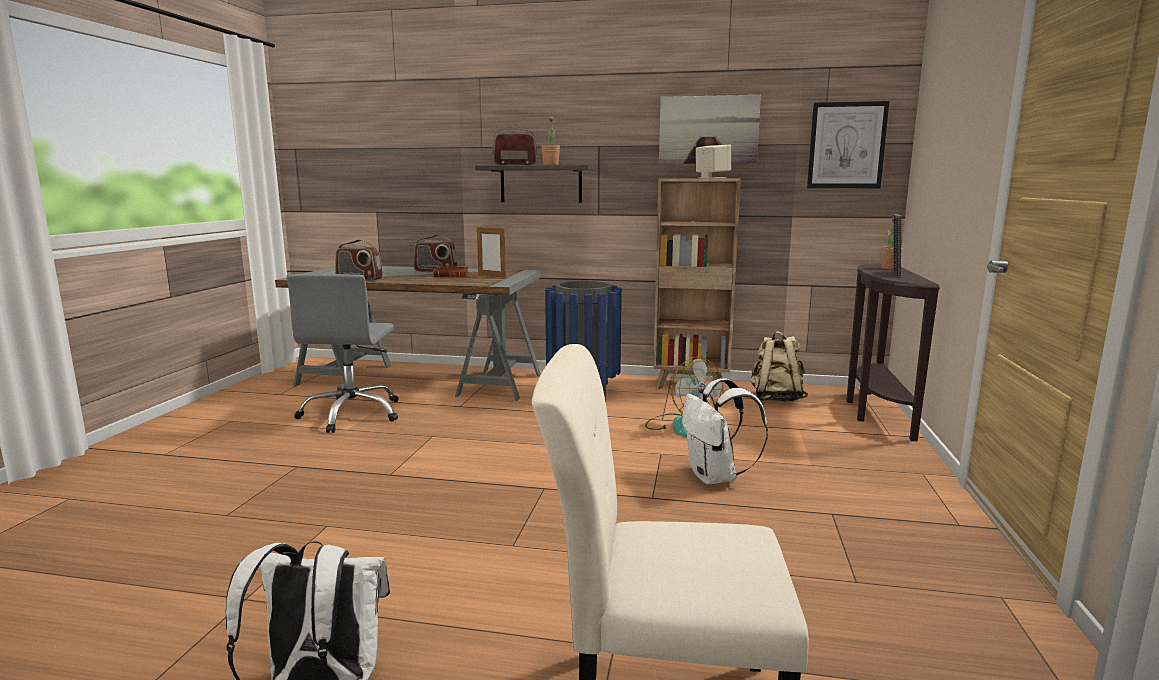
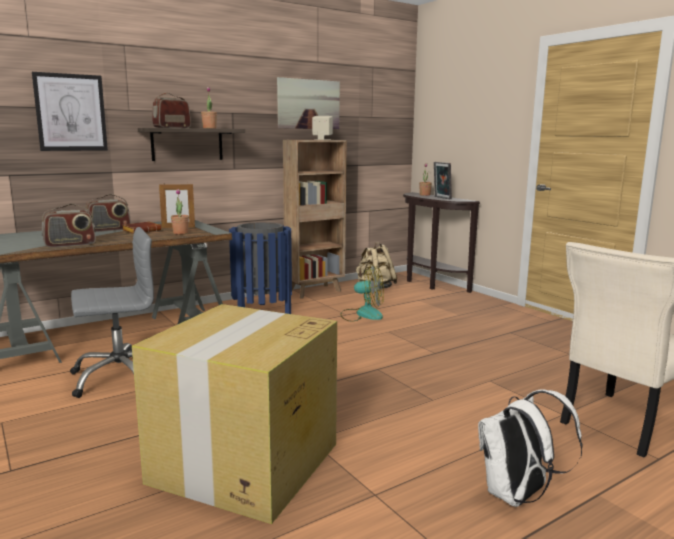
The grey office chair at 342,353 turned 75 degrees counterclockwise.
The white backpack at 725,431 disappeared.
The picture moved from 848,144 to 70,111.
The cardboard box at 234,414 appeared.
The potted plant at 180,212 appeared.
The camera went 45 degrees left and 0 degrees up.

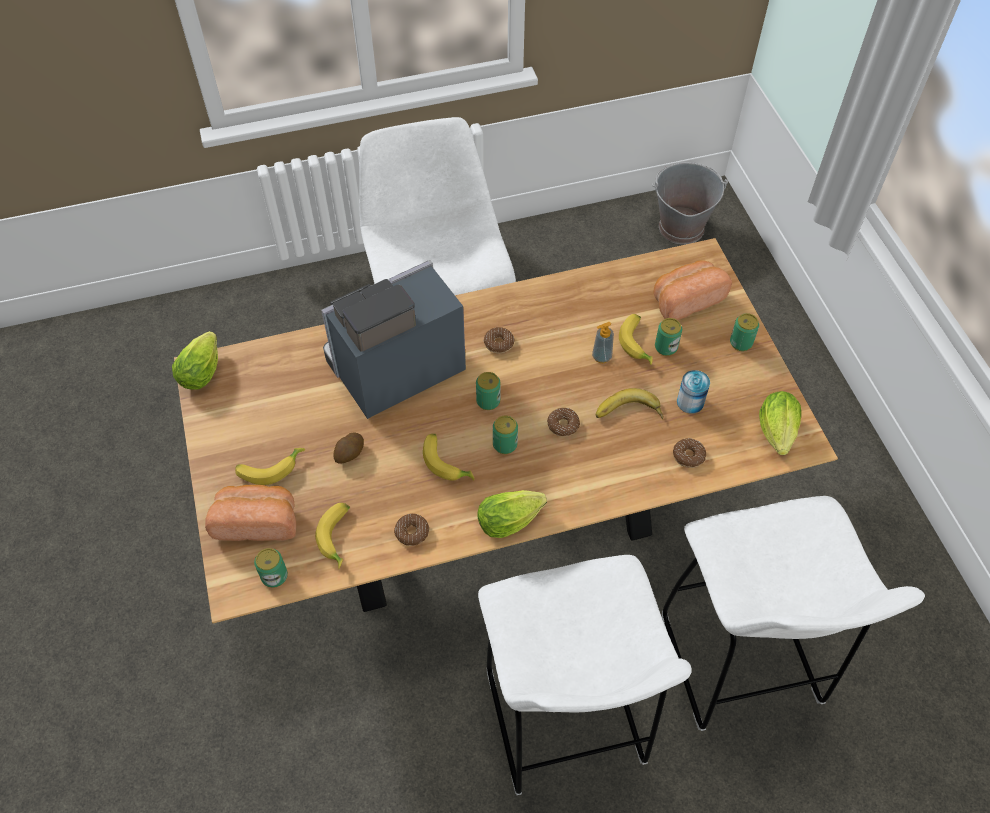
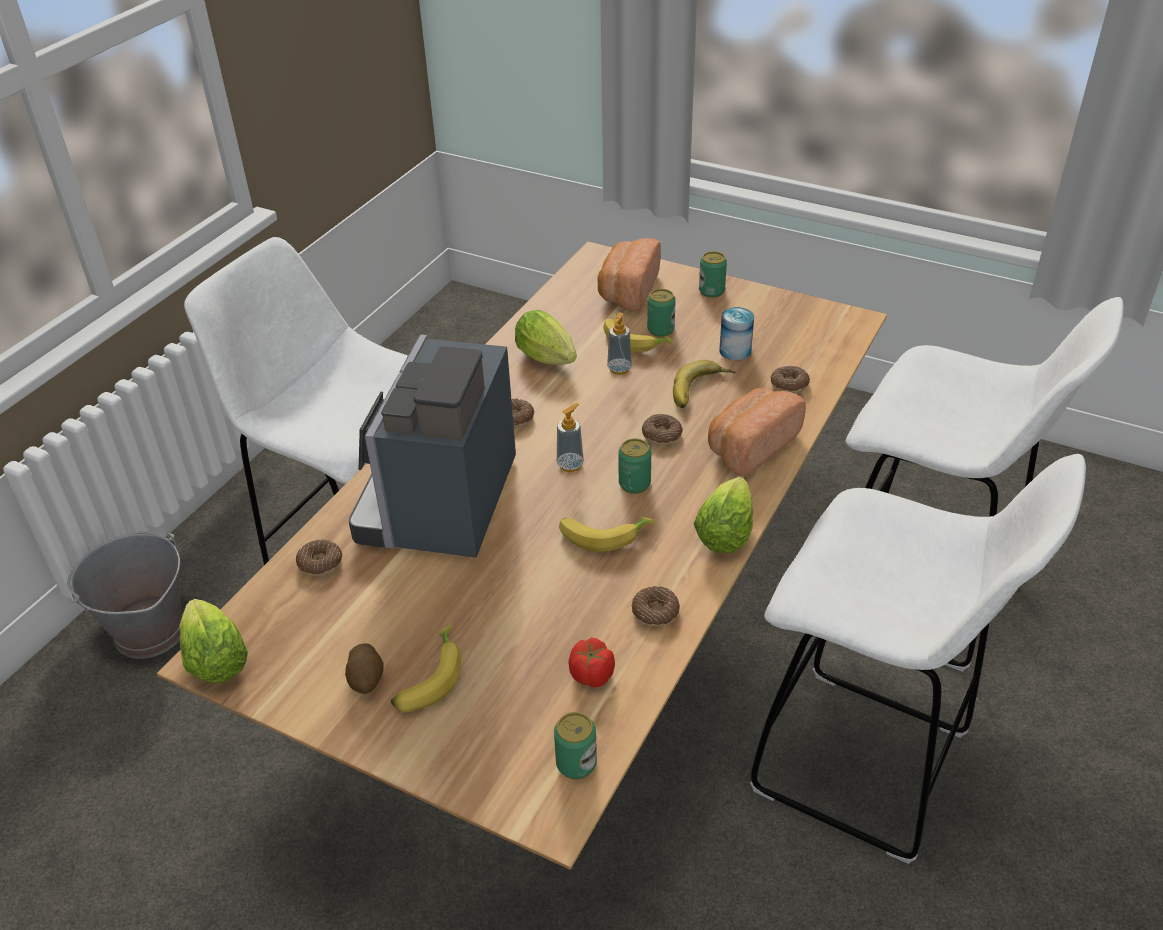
The bread moved from 250,513 to 757,432.
The banana at 332,536 was replaced by the tomato at 592,662.
The potato moved from 349,447 to 364,668.
The can at 488,391 was replaced by the soap dispenser at 570,437.
The grey bucket moved from 690,203 to 125,595.
The lettuce moved from 780,423 to 546,337.
The donut at 319,558 appeared.
The camera went 45 degrees left and 15 degrees down.

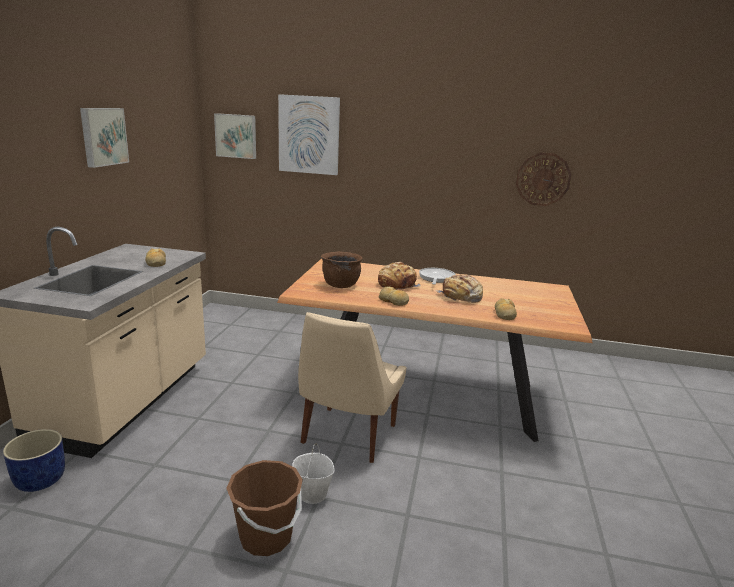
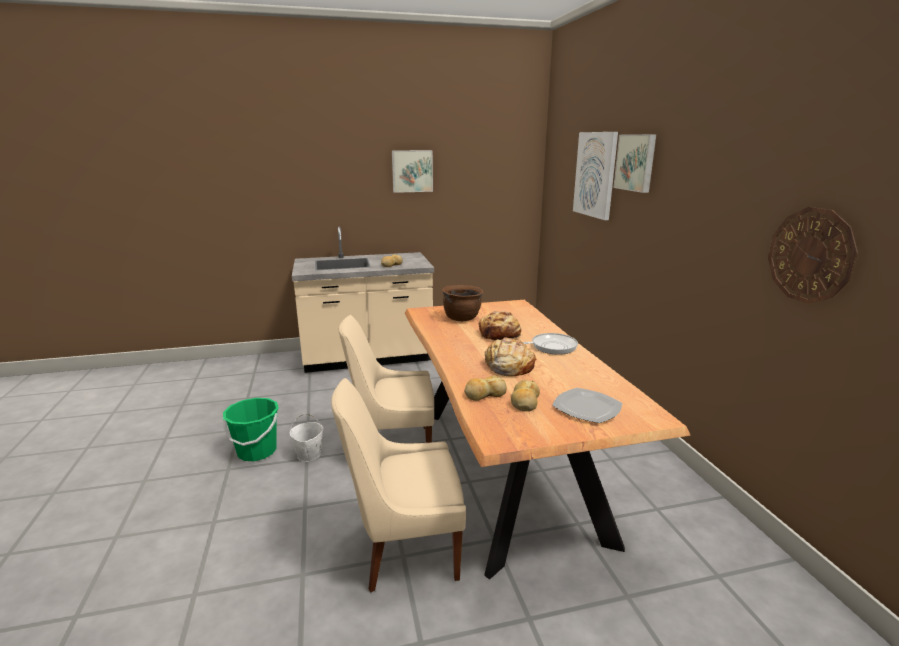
The blue planter at 34,460 disappeared.
The picture moved from 235,136 to 634,163.
The brown bucket at 264,508 became the green bucket at 251,429.
The bread moved from 393,296 to 525,395.
The beige chair at 398,485 appeared.
The plate at 587,405 appeared.
The camera went 65 degrees right and 0 degrees up.

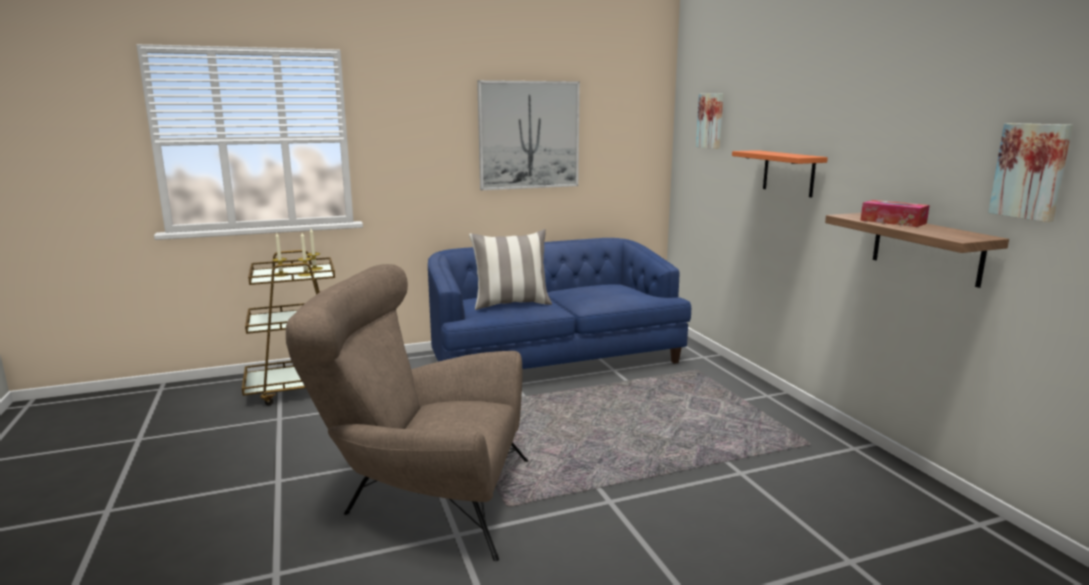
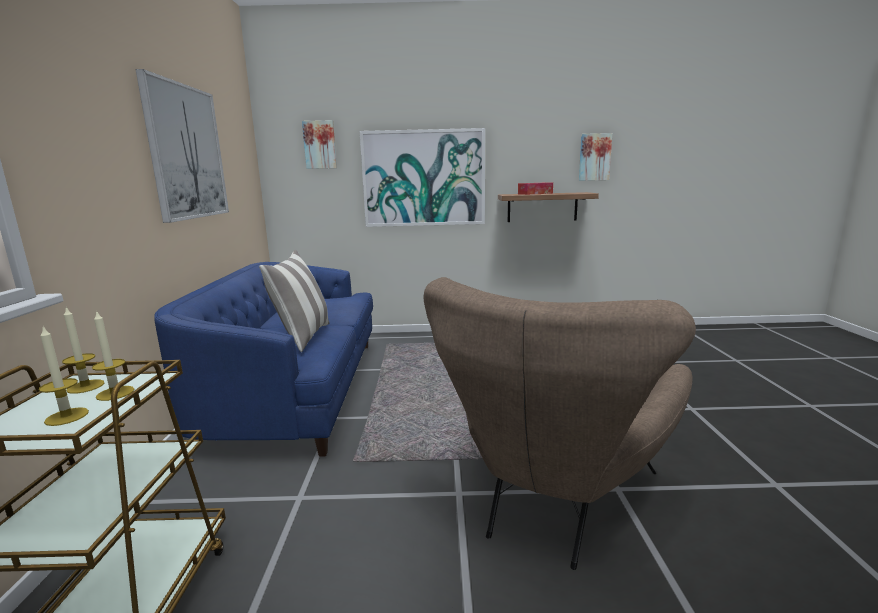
The orange shelf at 780,174 was replaced by the picture at 422,177.
The camera went 70 degrees left and 0 degrees up.

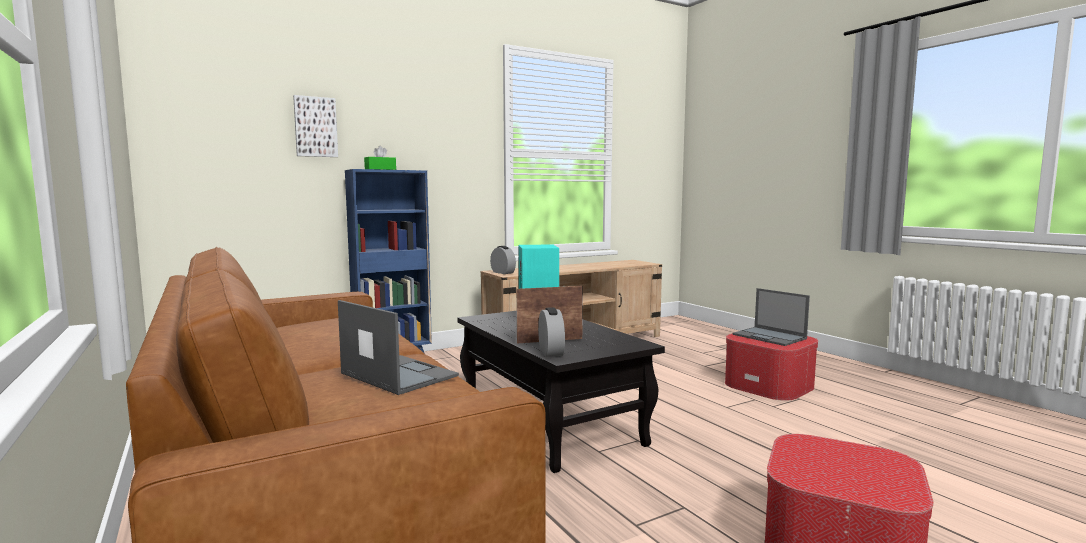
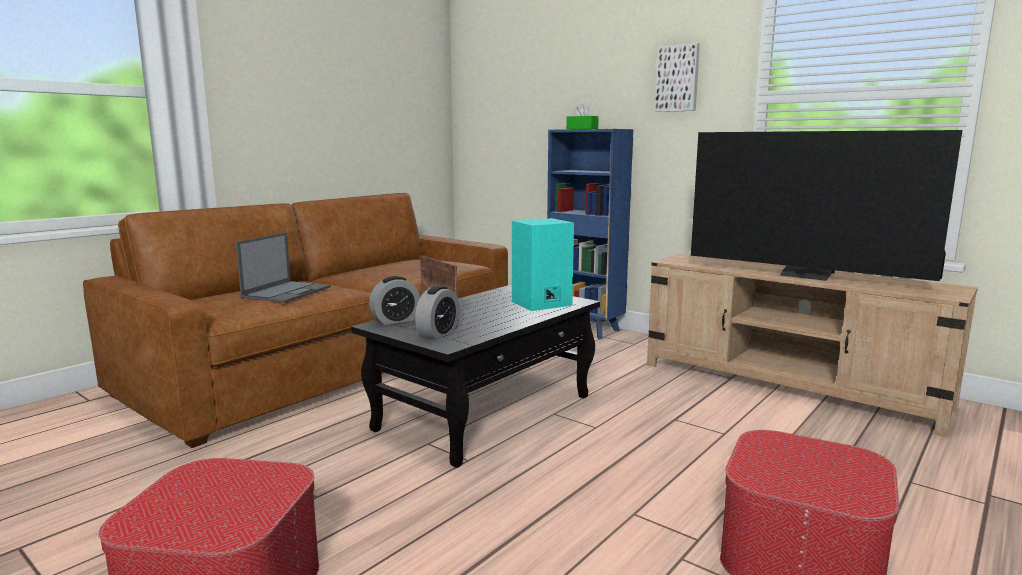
The picture moved from 315,126 to 677,77.
The alarm clock moved from 503,260 to 437,312.
The laptop at 771,317 disappeared.
The television at 826,205 appeared.
The camera went 70 degrees right and 5 degrees up.

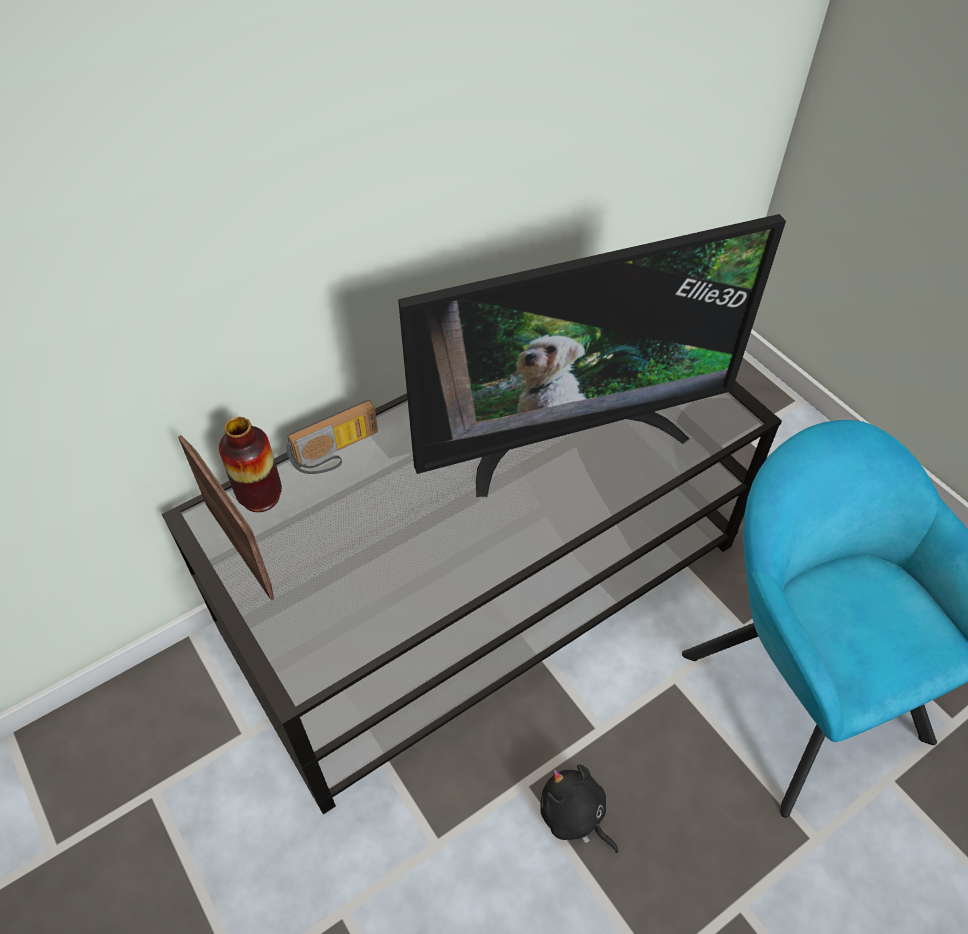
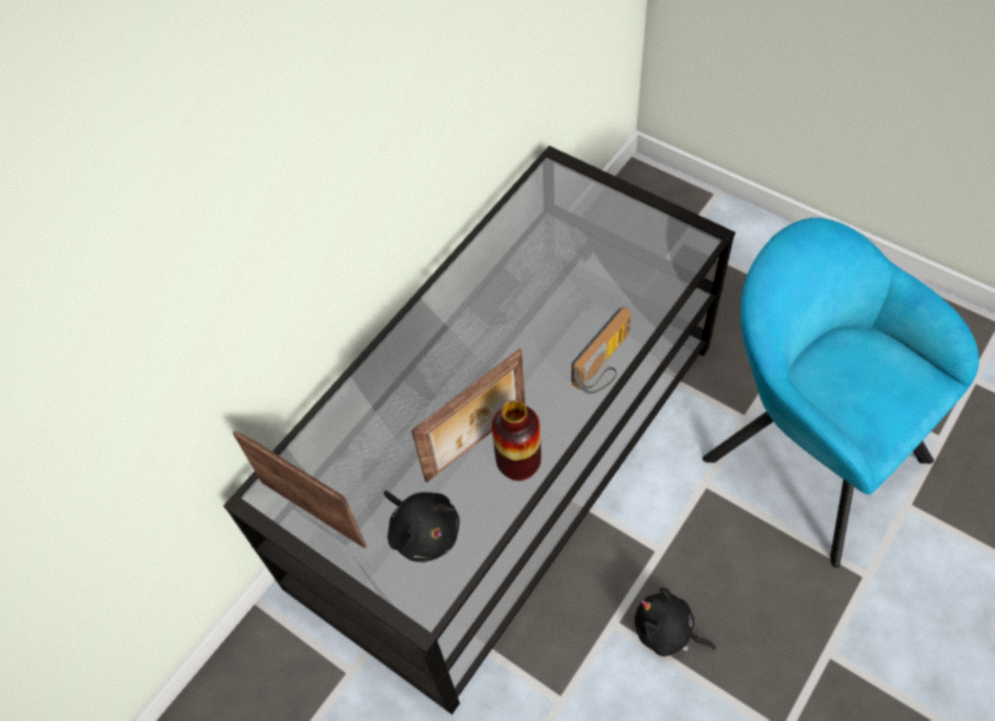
The vase moved from 250,464 to 516,440.
The radio moved from 332,437 to 601,350.
The television at 592,356 disappeared.
The black plush toy at 422,526 appeared.
The picture frame at 468,415 appeared.
The camera went 15 degrees left and 5 degrees up.

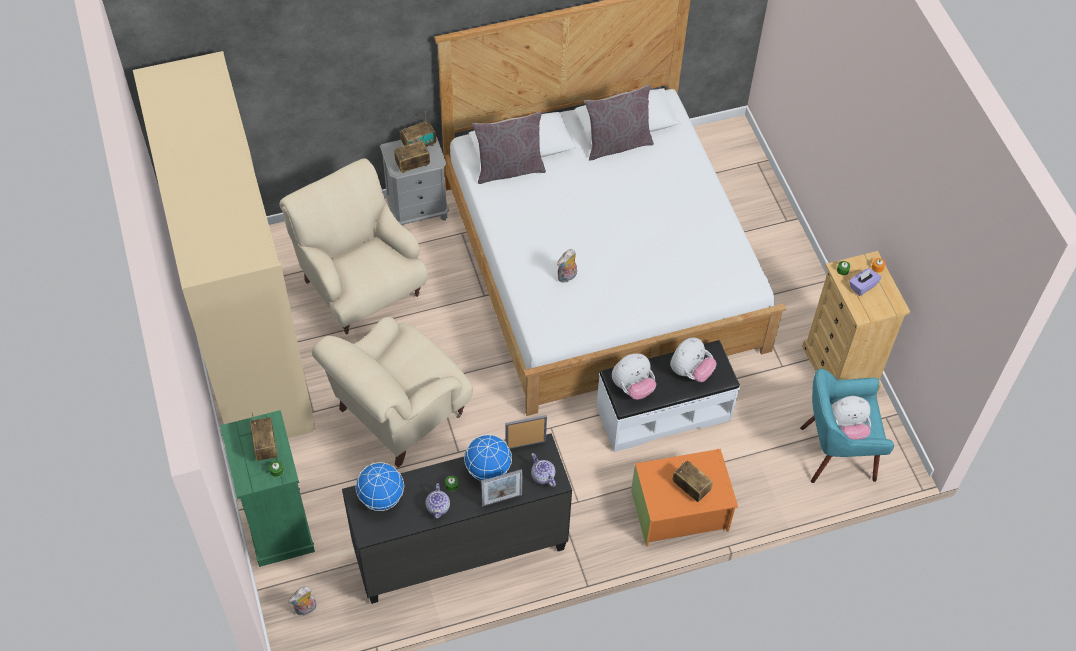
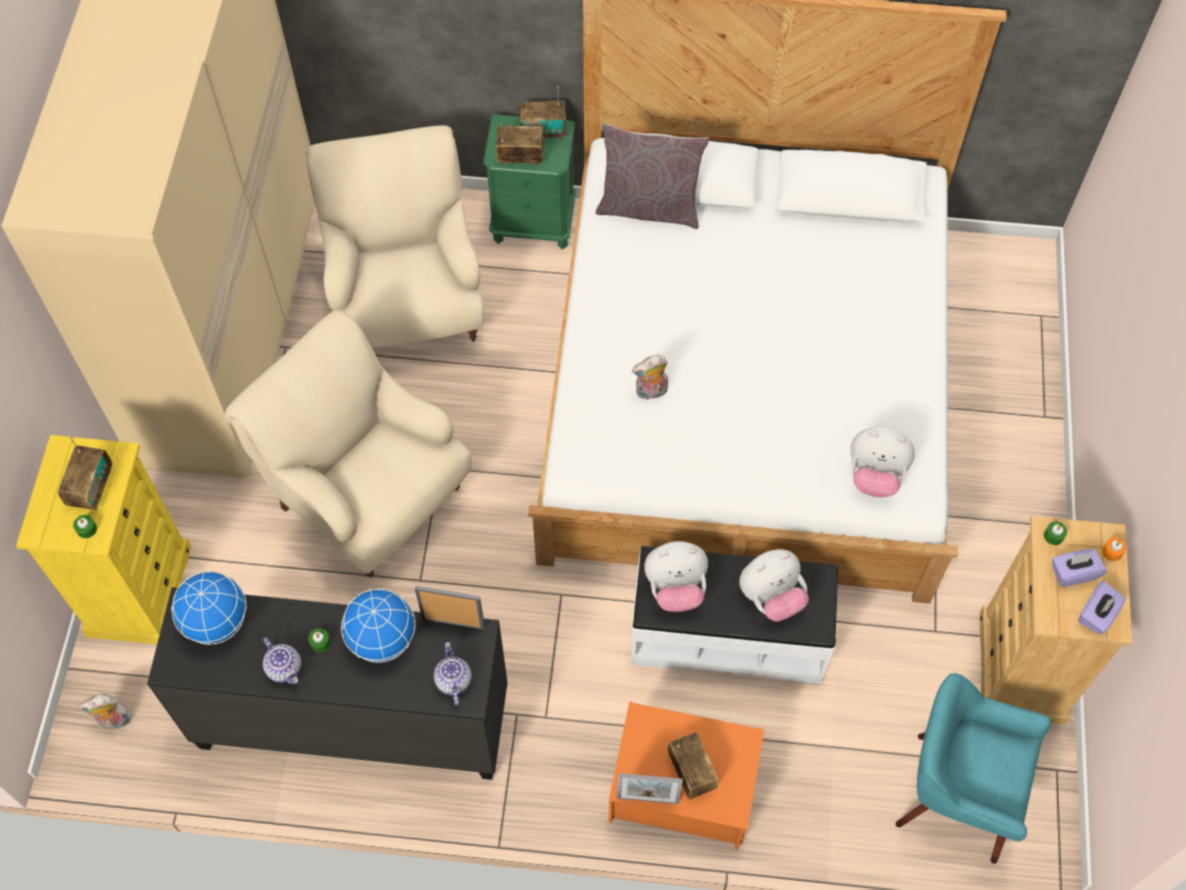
The green dresser at 267,488 became the yellow dresser at 103,539.
The beige armchair at 392,392 turned 60 degrees clockwise.
The grey nightstand at 414,181 became the green nightstand at 529,182.
The teapot at 438,501 turned 60 degrees counterclockwise.
The picture frame moved from 502,488 to 650,788.
The grey pillow at 619,123 disappeared.
The plush toy moved from 851,418 to 883,461.
The purple tissue box at 1102,607 appeared.
The camera went 25 degrees right and 5 degrees up.

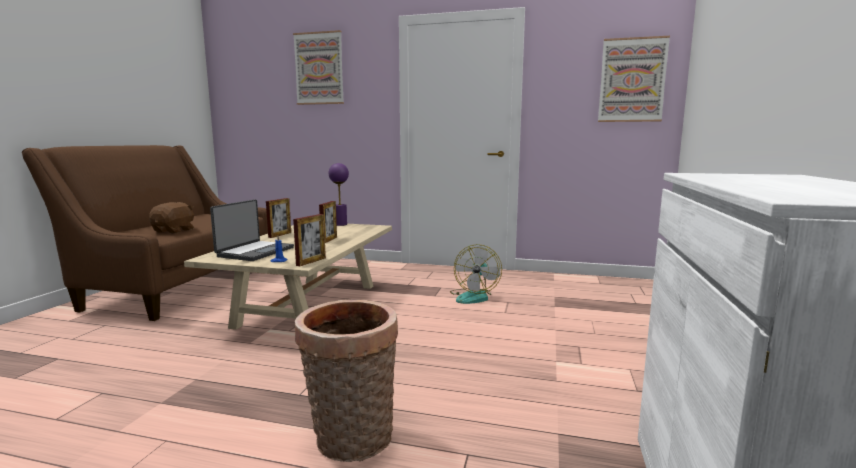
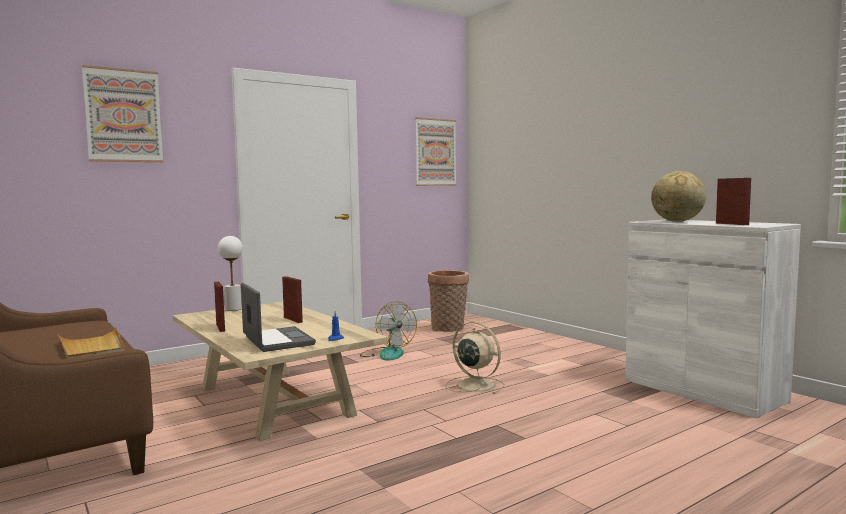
The brown plush toy at 171,217 was replaced by the beige tray at 91,343.
The picture frame moved from 309,240 to 733,201.
The basket moved from 346,380 to 448,301.
The purple table lamp at 339,194 became the white table lamp at 230,273.
The beige fan at 475,358 appeared.
The globe at 678,196 appeared.
The camera went 50 degrees left and 5 degrees down.

